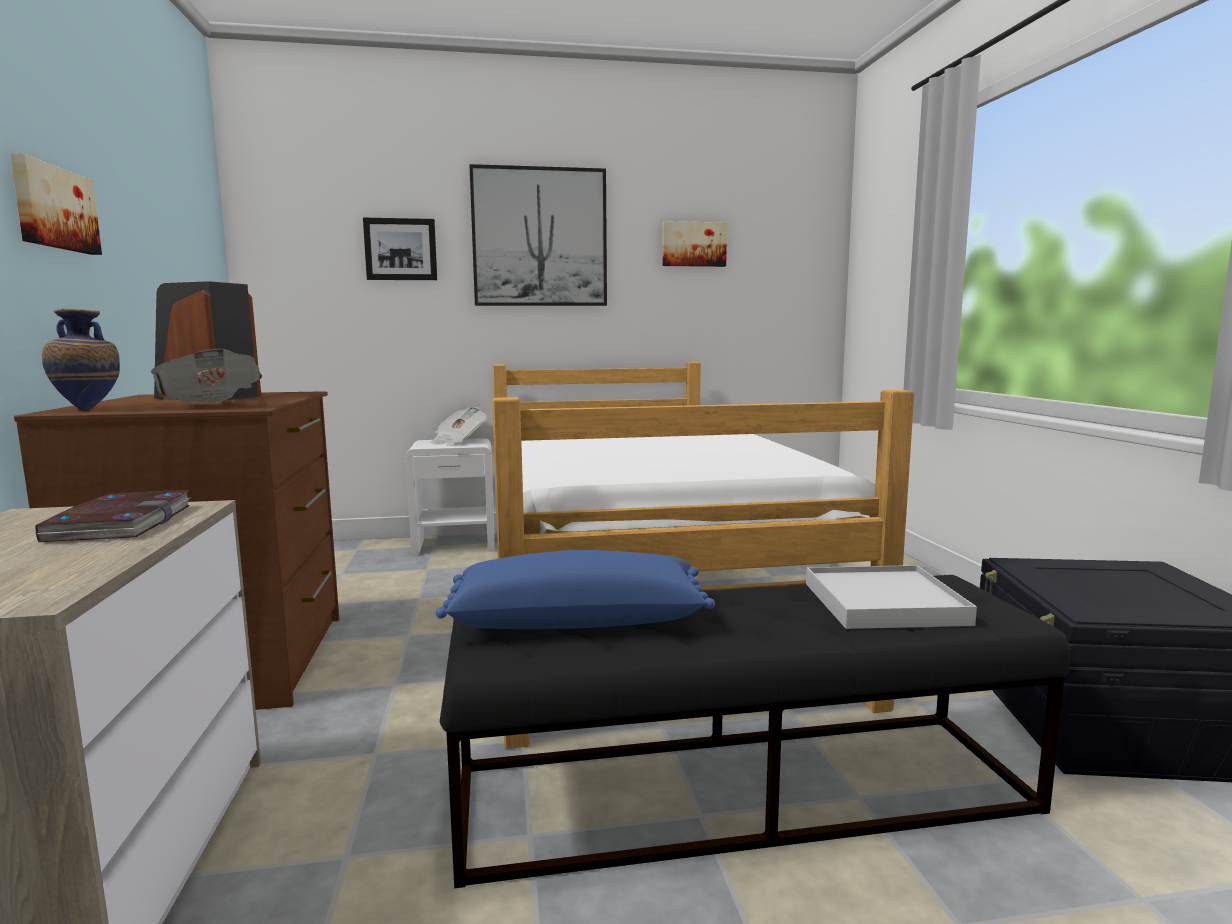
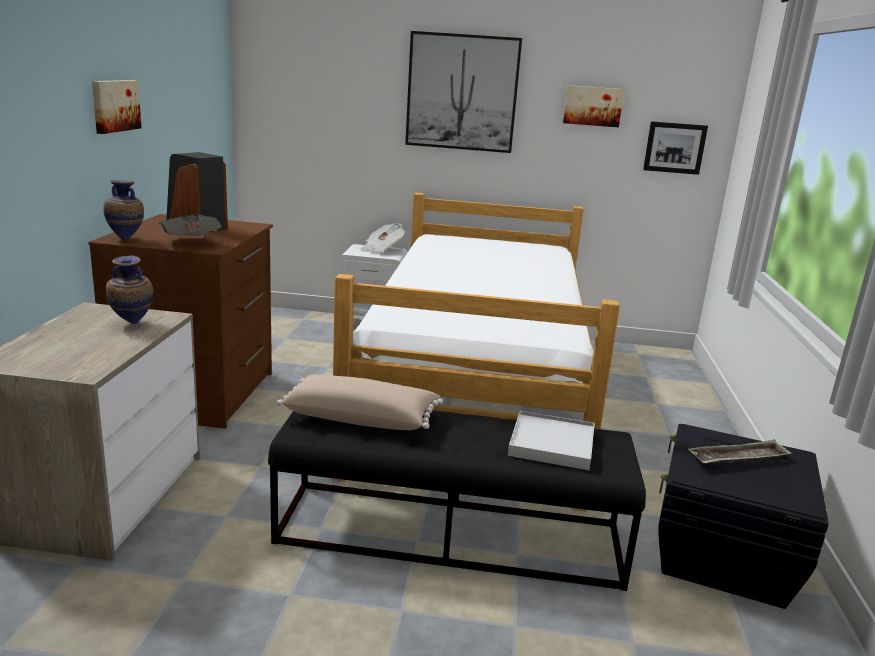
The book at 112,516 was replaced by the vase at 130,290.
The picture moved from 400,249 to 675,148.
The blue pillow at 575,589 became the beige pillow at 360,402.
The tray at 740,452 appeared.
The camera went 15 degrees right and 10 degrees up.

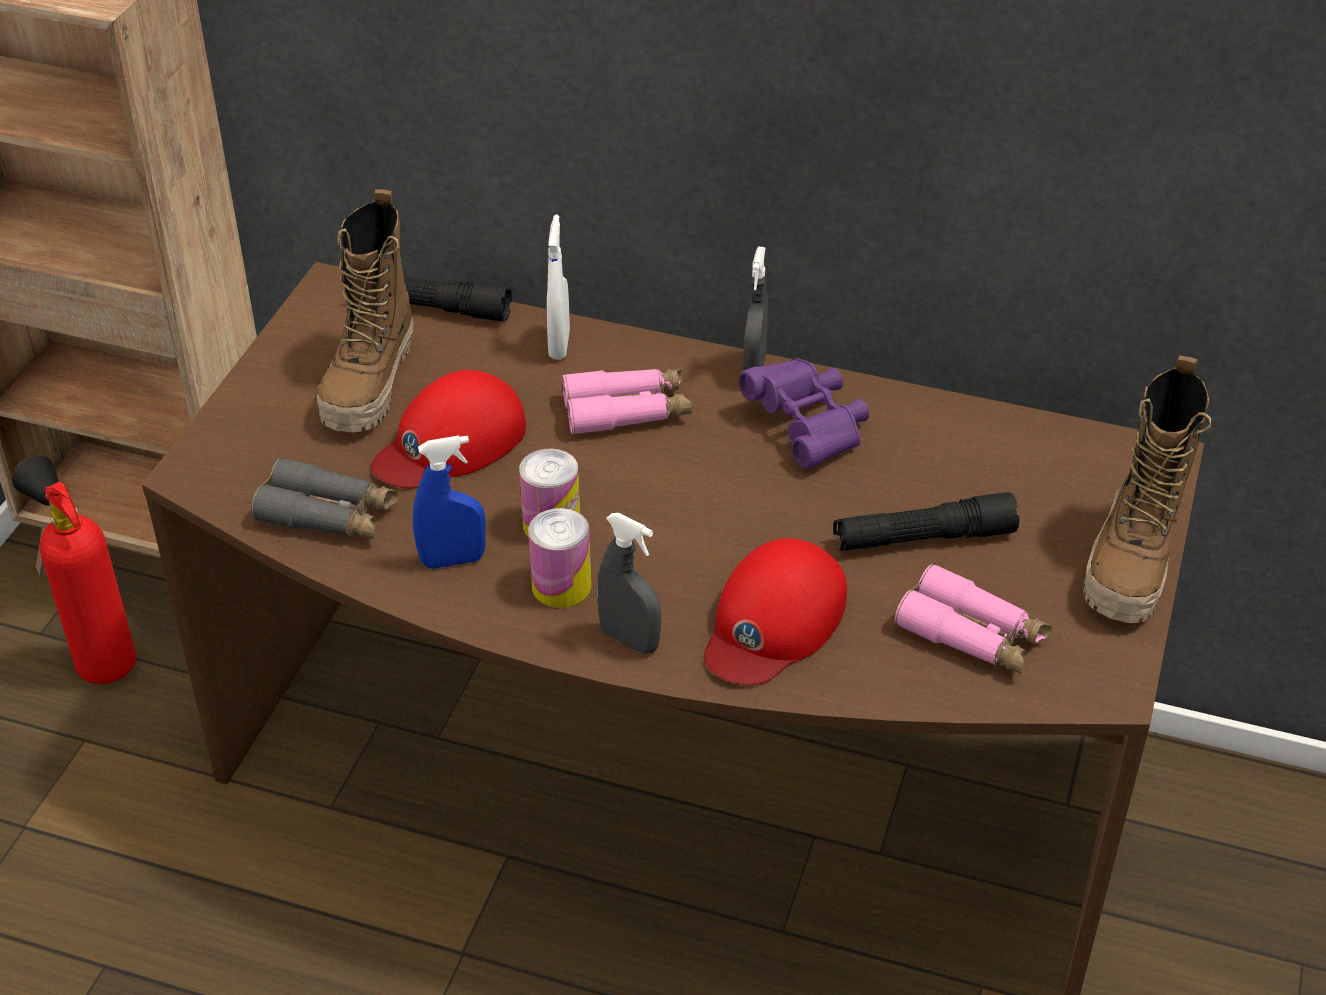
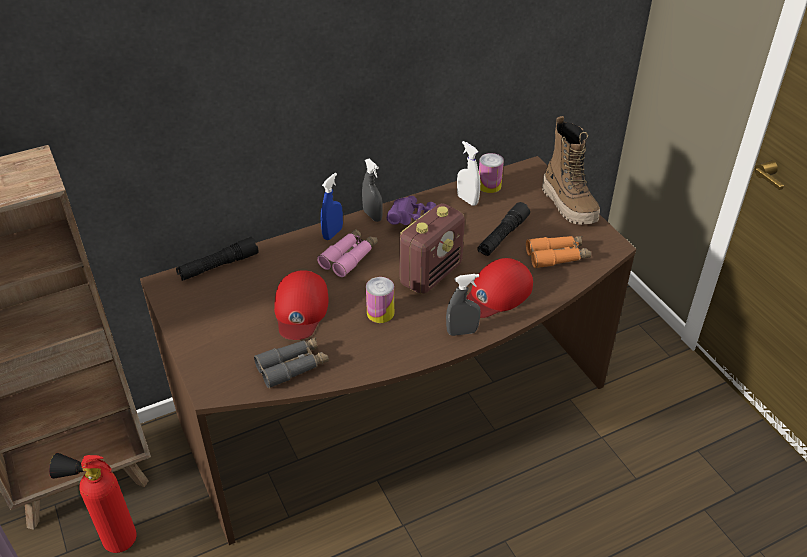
The boot at 365,311 disappeared.
The blue spray bottle moved from 449,502 to 332,206.
The can moved from 559,558 to 491,173.
The white spray bottle moved from 558,287 to 468,173.
The red cap at 775,612 turned 60 degrees clockwise.
The pink binoculars at 973,619 became the orange binoculars at 558,252.
The radio at 432,248 appeared.
The camera went 45 degrees left and 0 degrees up.

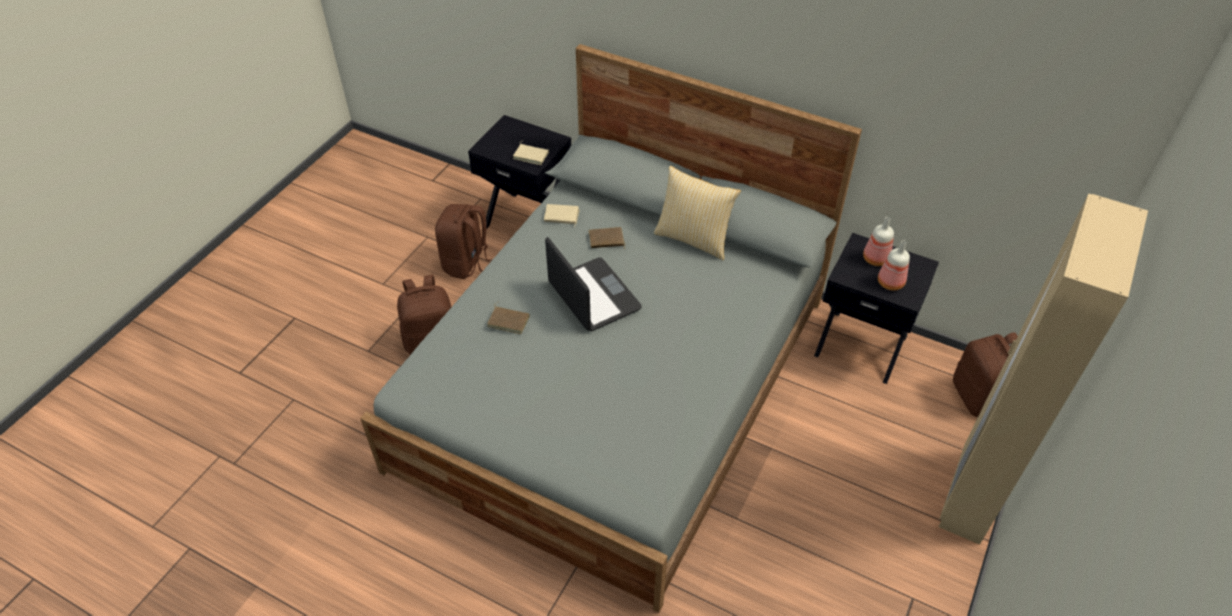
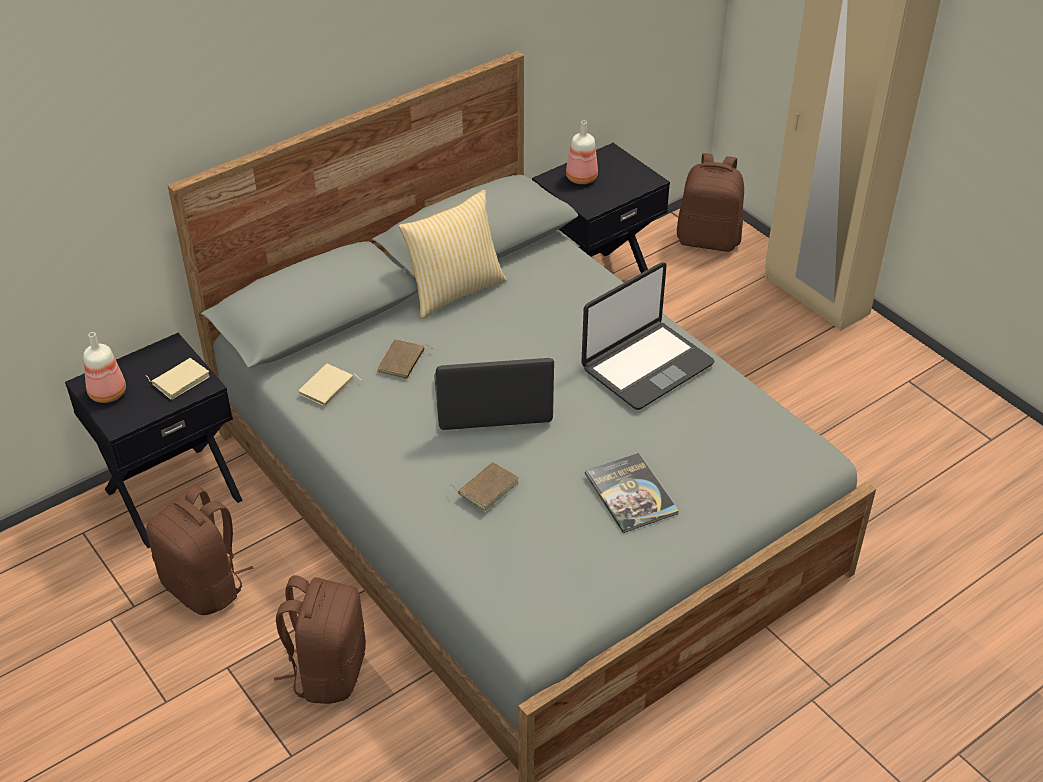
The bottle moved from 894,266 to 104,367.
The laptop at 647,336 appeared.
The book at 632,493 appeared.
The camera went 65 degrees left and 5 degrees down.

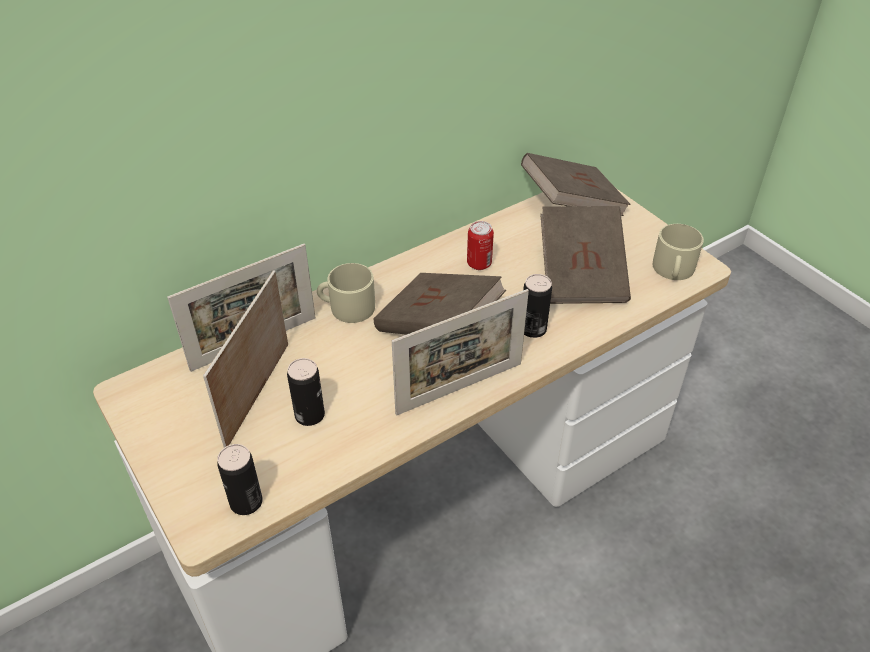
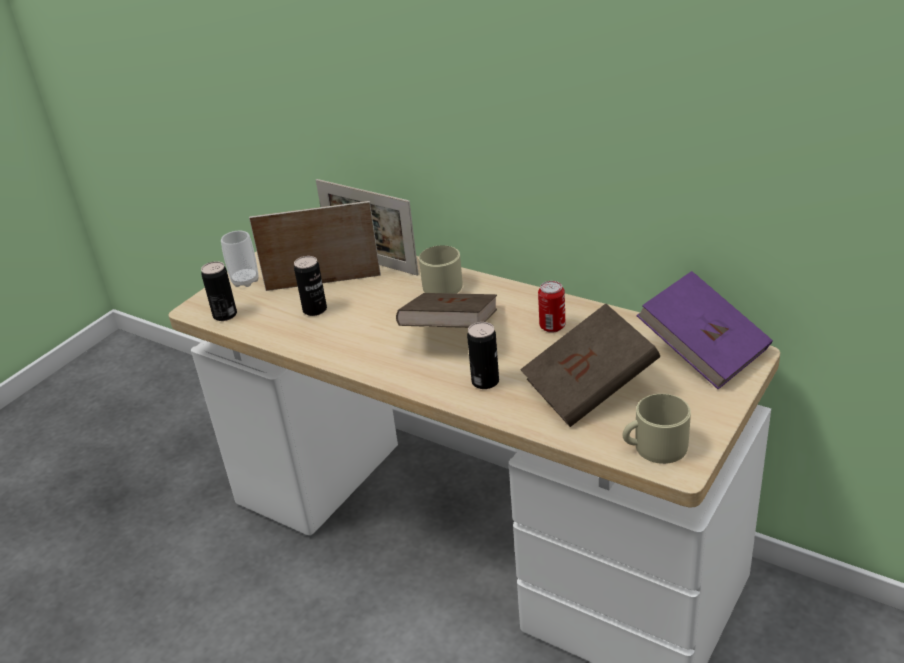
The picture frame at 460,352 disappeared.
The brown book at 575,184 became the purple book at 704,330.
The cup at 240,258 appeared.
The camera went 70 degrees right and 10 degrees down.

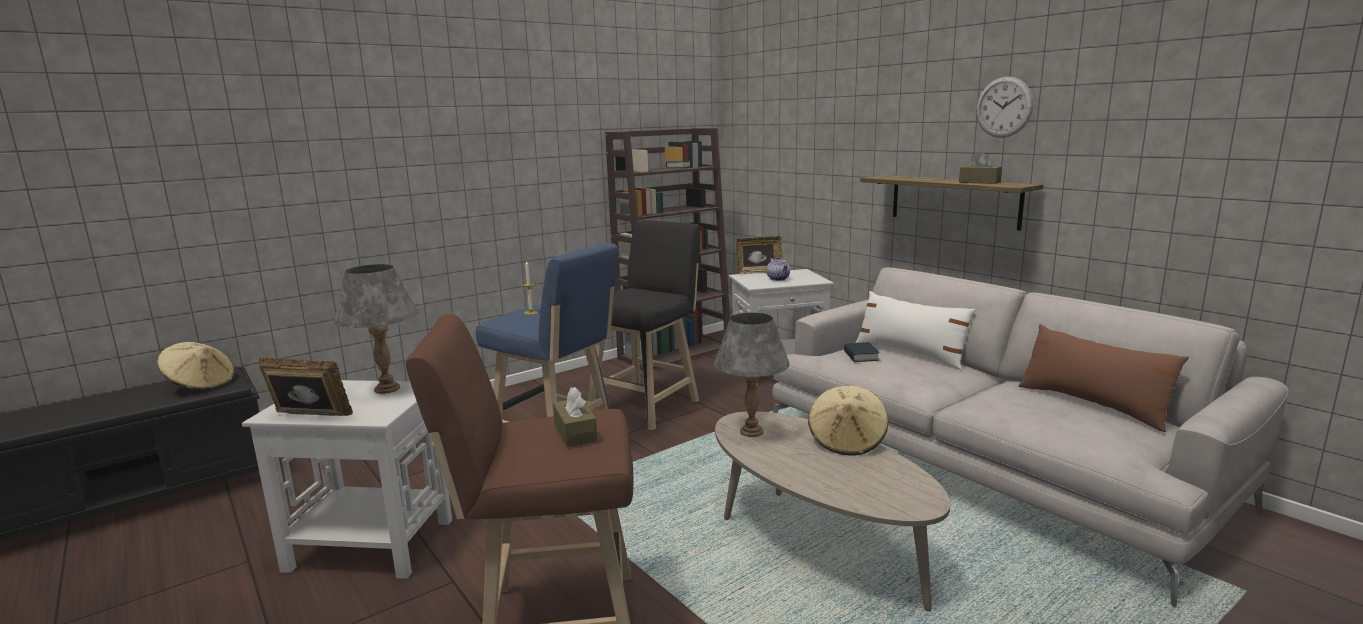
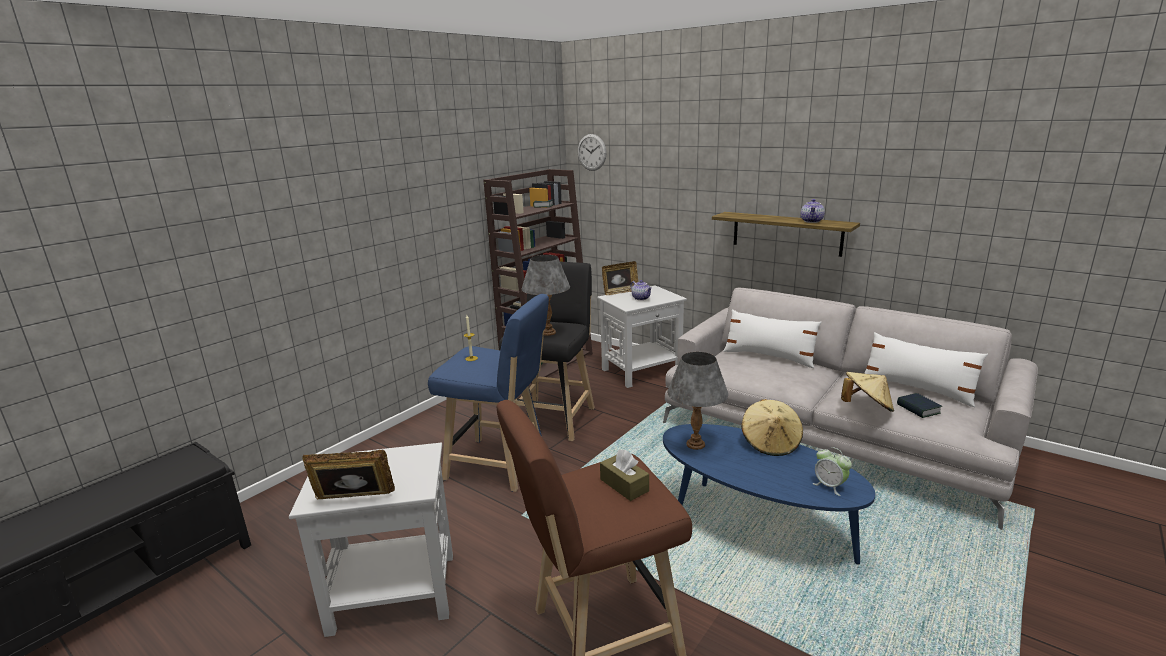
The beige hat moved from 196,366 to 867,392.
The grey table lamp moved from 376,329 to 546,295.
The beige coffee table at 833,511 became the blue coffee table at 769,494.
The book moved from 861,352 to 919,405.
The brown tissue box at 980,167 was replaced by the teapot at 813,211.
The wall clock moved from 1004,107 to 592,152.
The brown pillow at 1103,378 became the white pillow at 926,369.
The alarm clock at 832,471 appeared.
The camera went 15 degrees left and 5 degrees up.

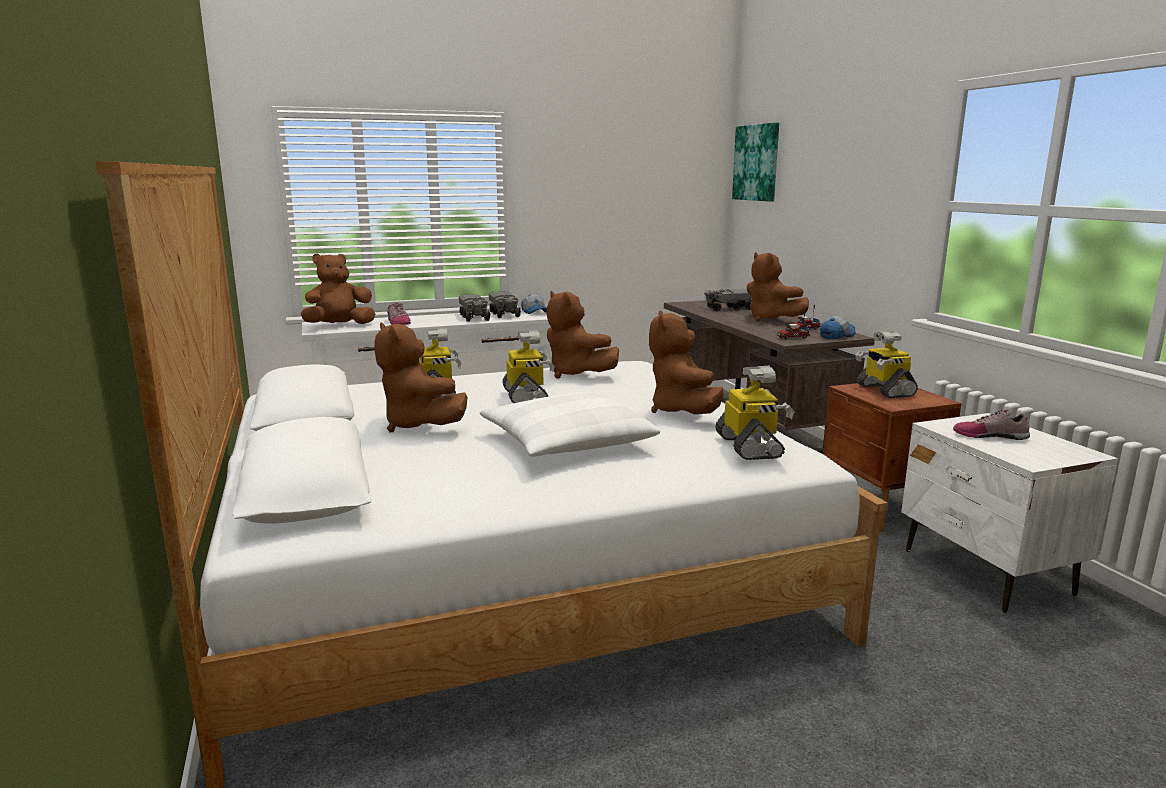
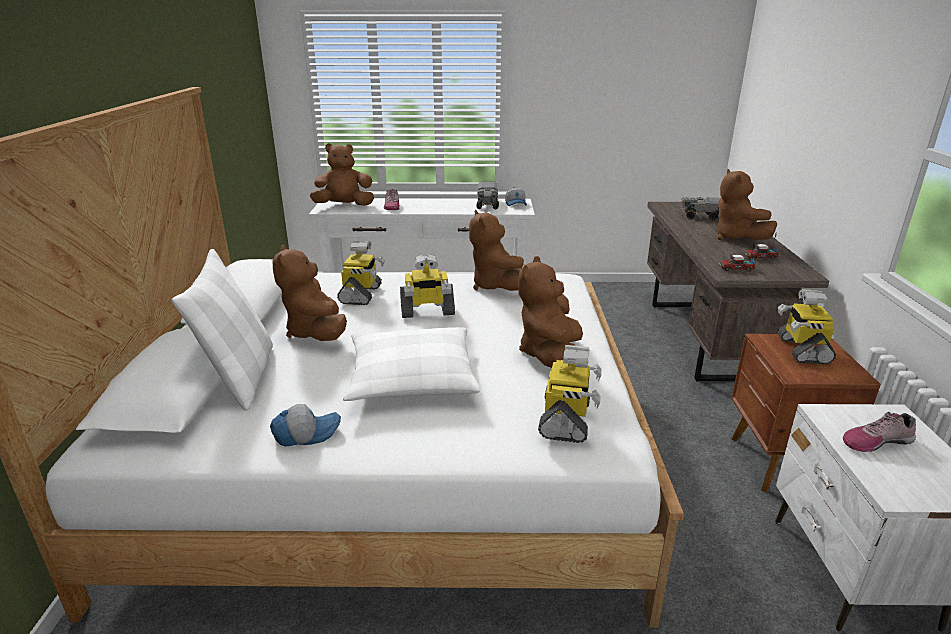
The toy truck at 474,308 disappeared.
The toy robot at 528,366 turned 75 degrees clockwise.
The picture at 755,162 disappeared.
The cap moved from 838,327 to 305,425.
The shoe at 991,424 turned 45 degrees counterclockwise.
The white pillow at 222,329 appeared.
The camera went 20 degrees right and 10 degrees up.

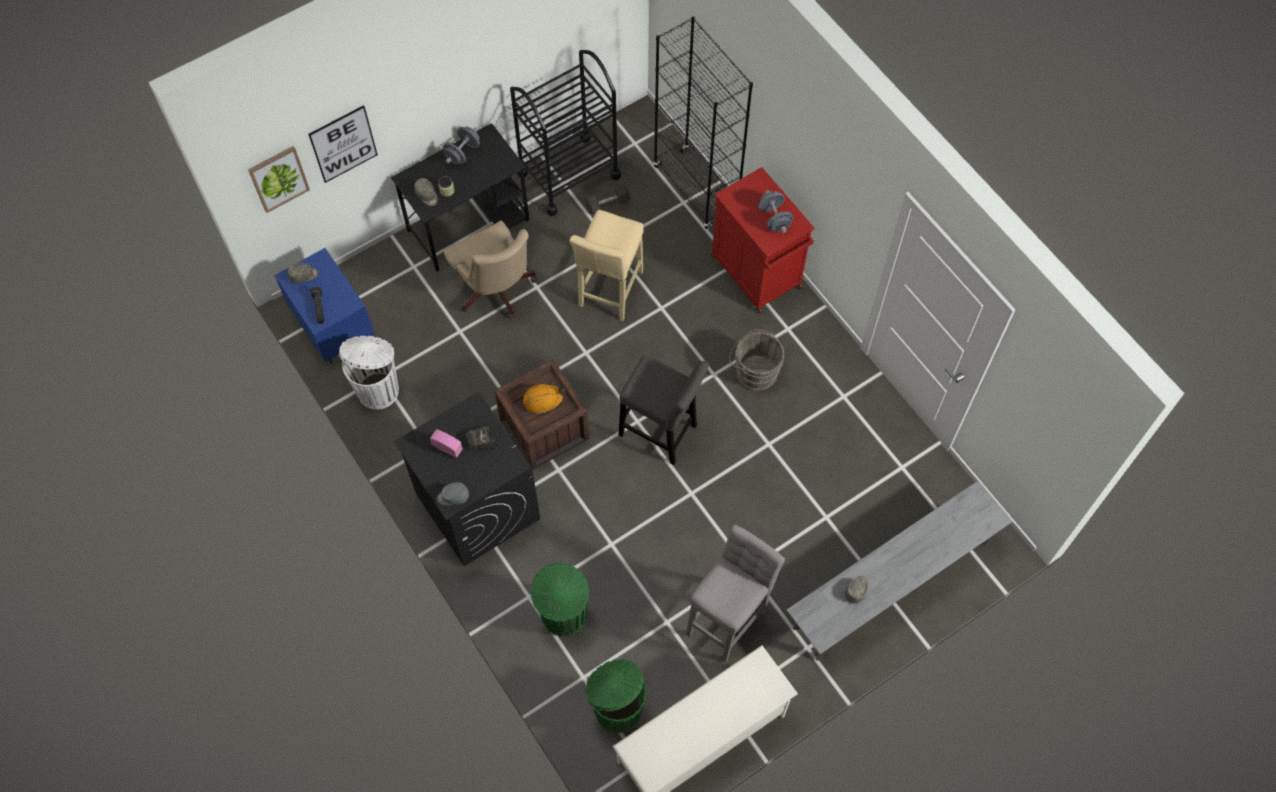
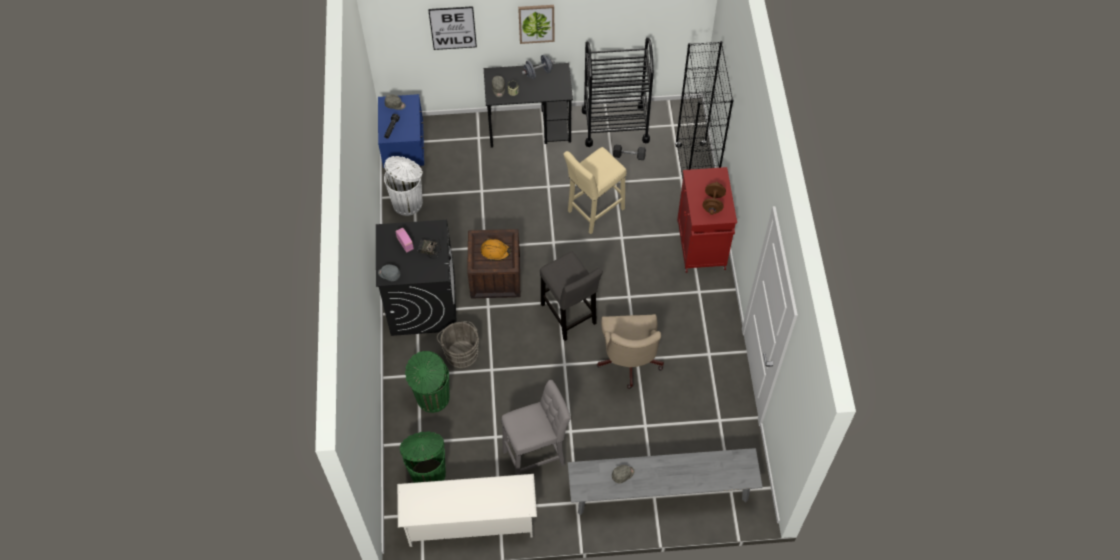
The picture moved from 279,179 to 536,24.
The beige office chair moved from 490,269 to 630,351.
The grey bucket moved from 756,360 to 458,344.
The grey dumbbell at 775,211 became the brown dumbbell at 714,198.
The camera went 30 degrees right and 5 degrees down.

